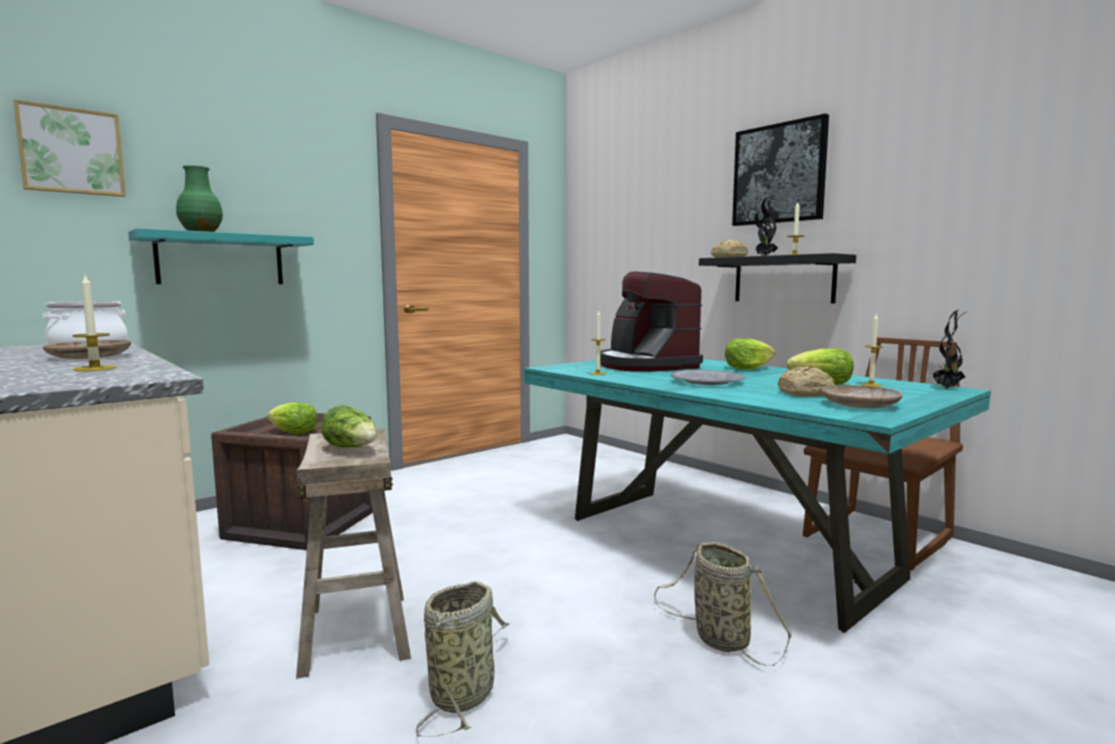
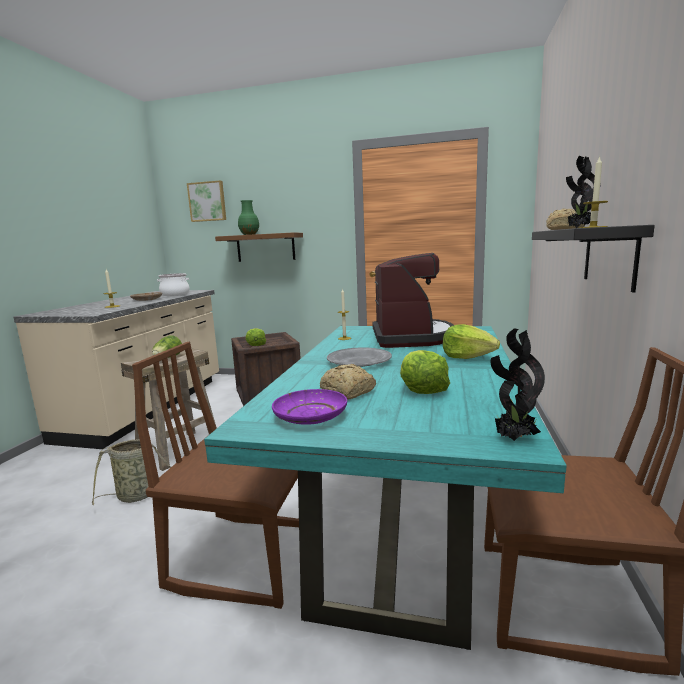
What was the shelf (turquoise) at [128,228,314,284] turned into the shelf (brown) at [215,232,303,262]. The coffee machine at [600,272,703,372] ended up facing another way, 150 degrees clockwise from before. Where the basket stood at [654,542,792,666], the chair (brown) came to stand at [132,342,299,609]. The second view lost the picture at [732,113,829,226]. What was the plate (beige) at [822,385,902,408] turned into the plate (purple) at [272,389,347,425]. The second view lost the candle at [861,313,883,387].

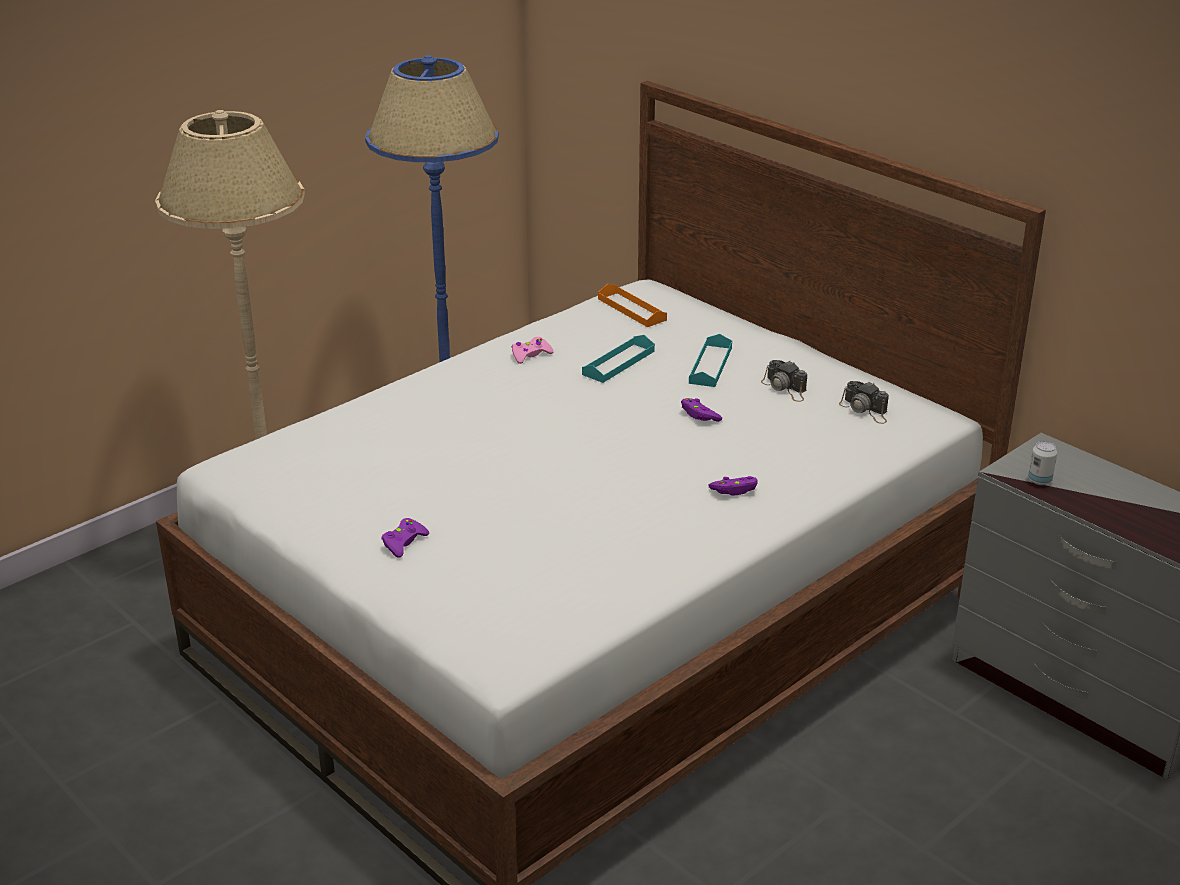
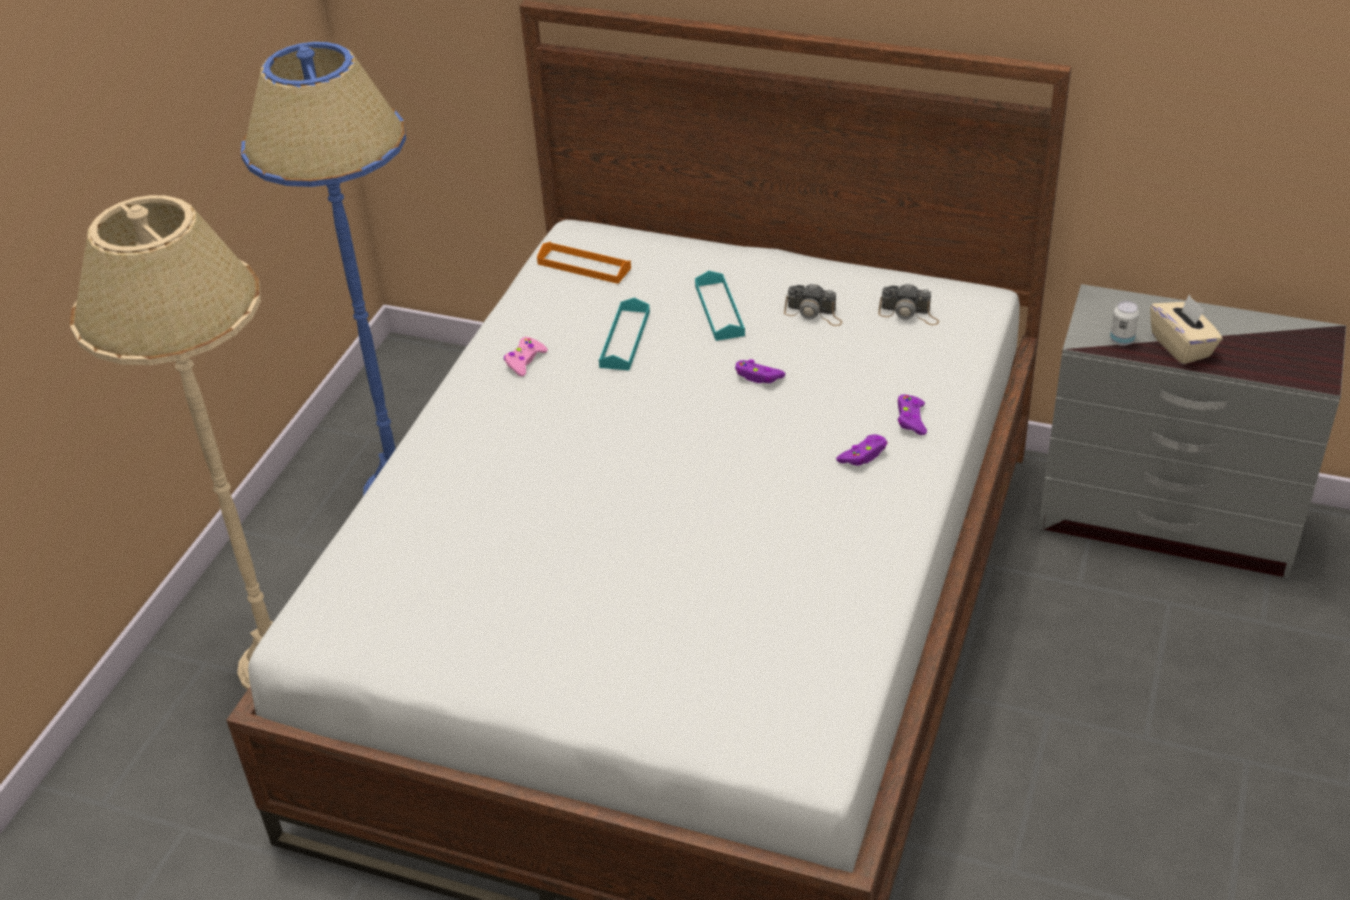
The game controller (purple) ended up elsewhere, having gone from [381,518,429,558] to [897,394,927,435]. The second view gained the tissue box (beige) at [1150,295,1222,364].

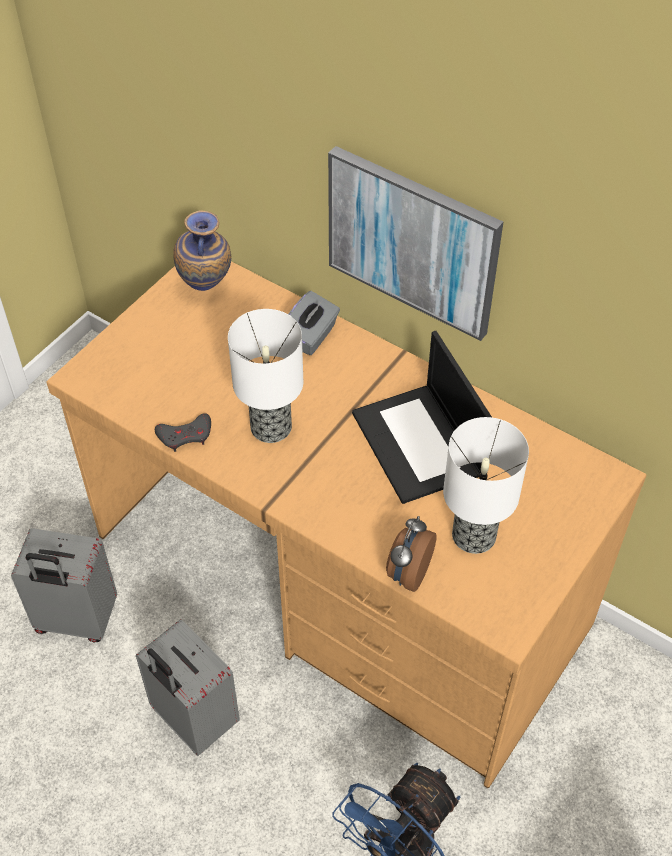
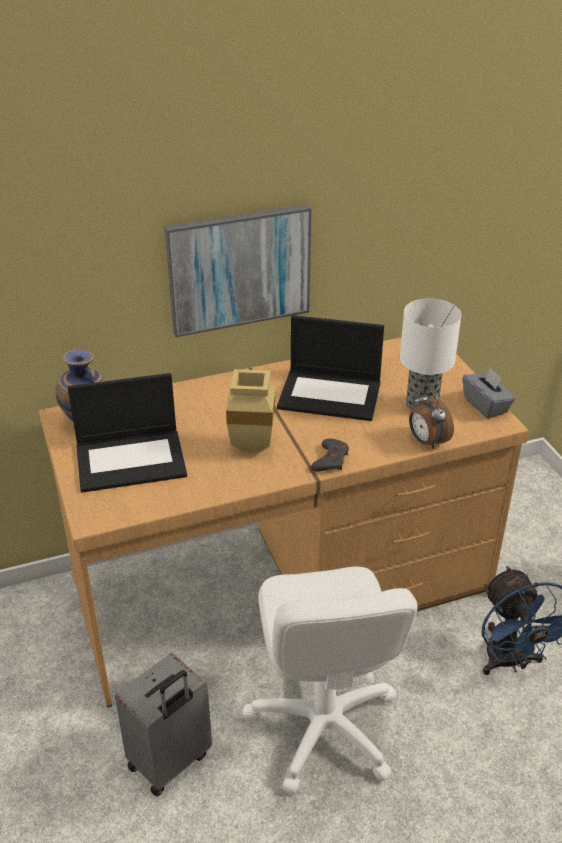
Where the suitcase (grey) stood at [136,619,240,756], the office chair (white) came to stand at [242,567,418,795]. The game controller (grey) ended up elsewhere, having gone from [155,413,211,452] to [311,439,349,472]. Where the table lamp stood at [228,309,303,443], the vase (beige) came to stand at [226,369,276,452]. The tissue box (grey) ended up elsewhere, having gone from [288,291,340,355] to [463,368,515,418]. The second view gained the laptop at [68,373,187,493].

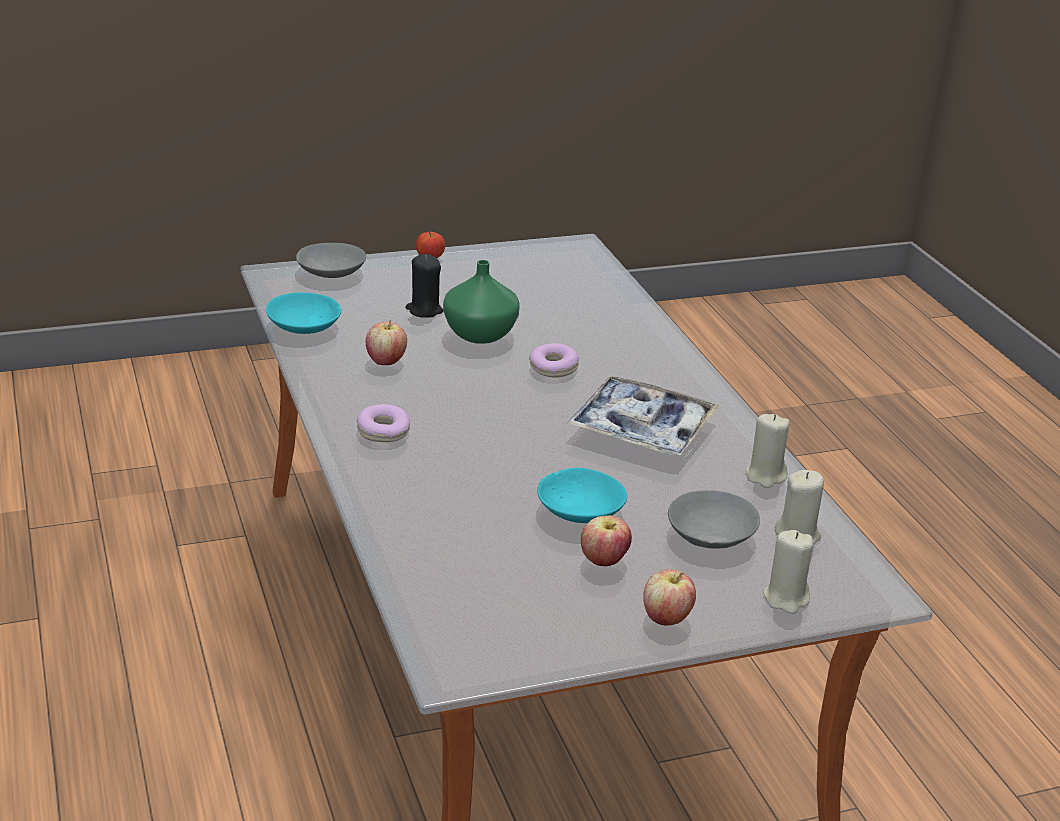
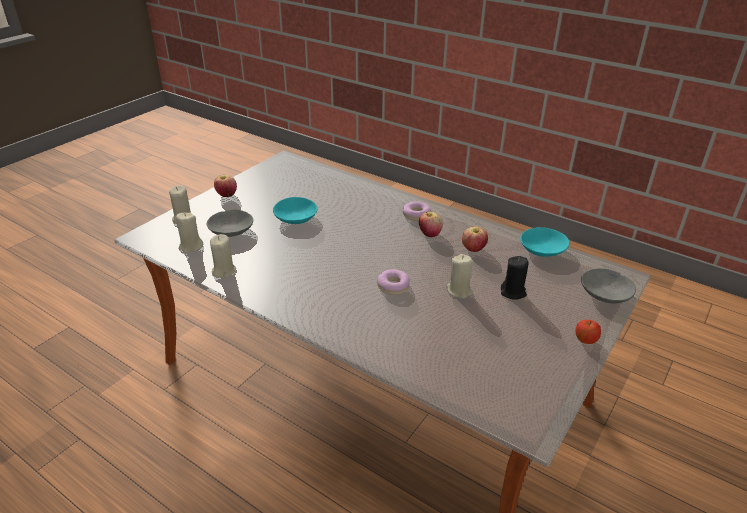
Where the vase (green) stood at [443,260,520,344], the candle (beige) came to stand at [446,254,473,299]. The second view lost the tray at [566,376,719,456]. The apple ended up elsewhere, having gone from [581,516,632,566] to [419,212,443,237].

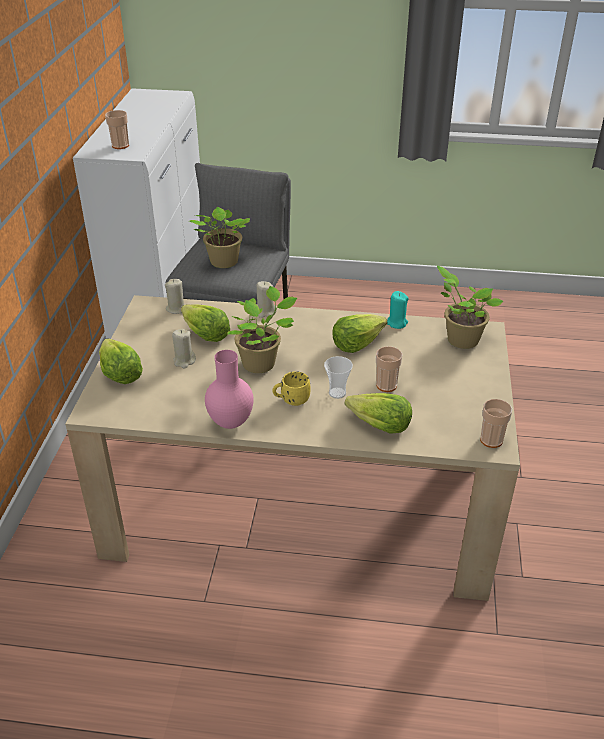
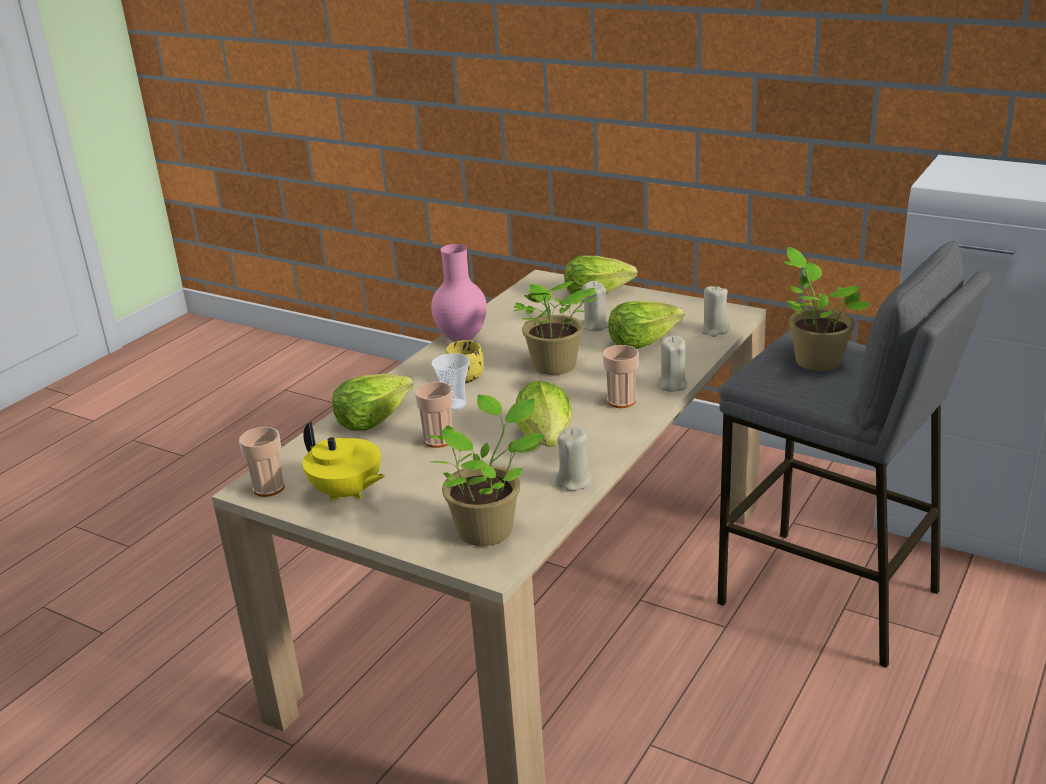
The cup ended up elsewhere, having gone from [105,110,129,149] to [602,345,639,408]. What was the candle (turquoise) at [387,291,409,329] turned into the candle (beige) at [555,427,592,491]. The second view gained the teapot (yellow) at [302,422,385,502].

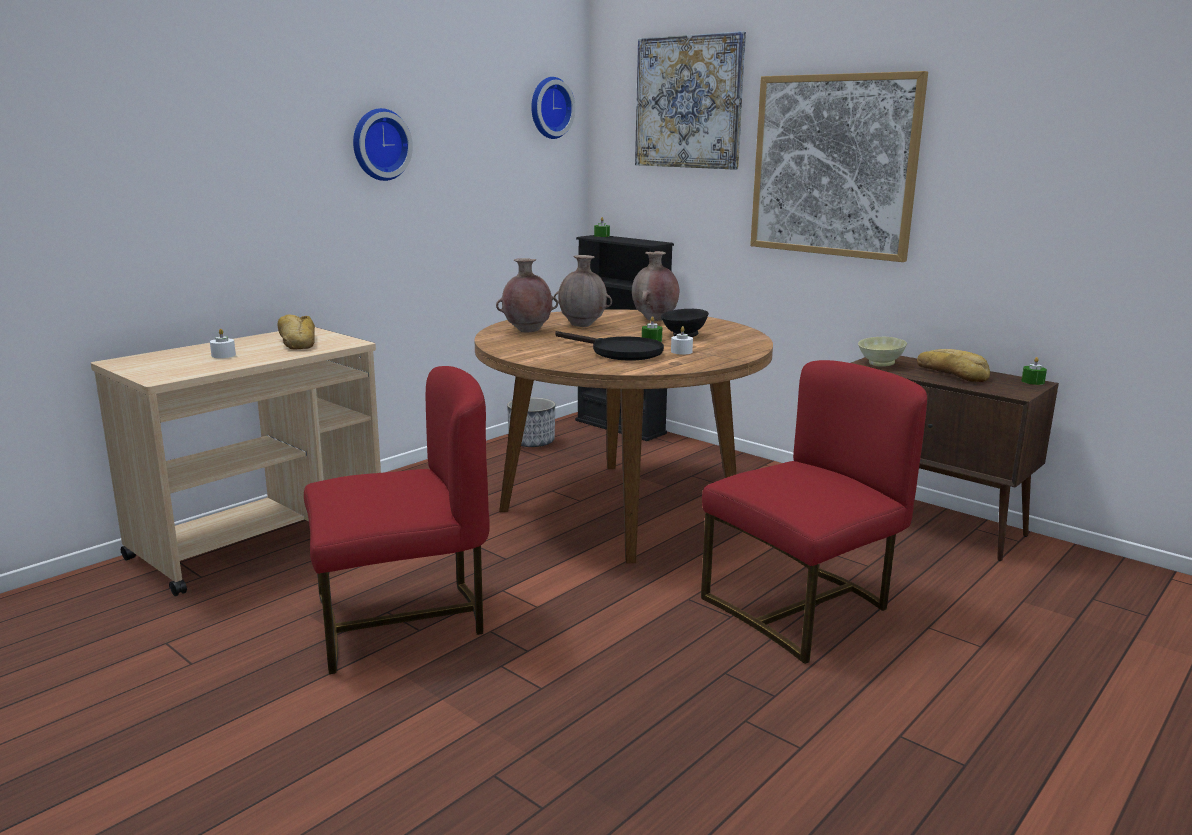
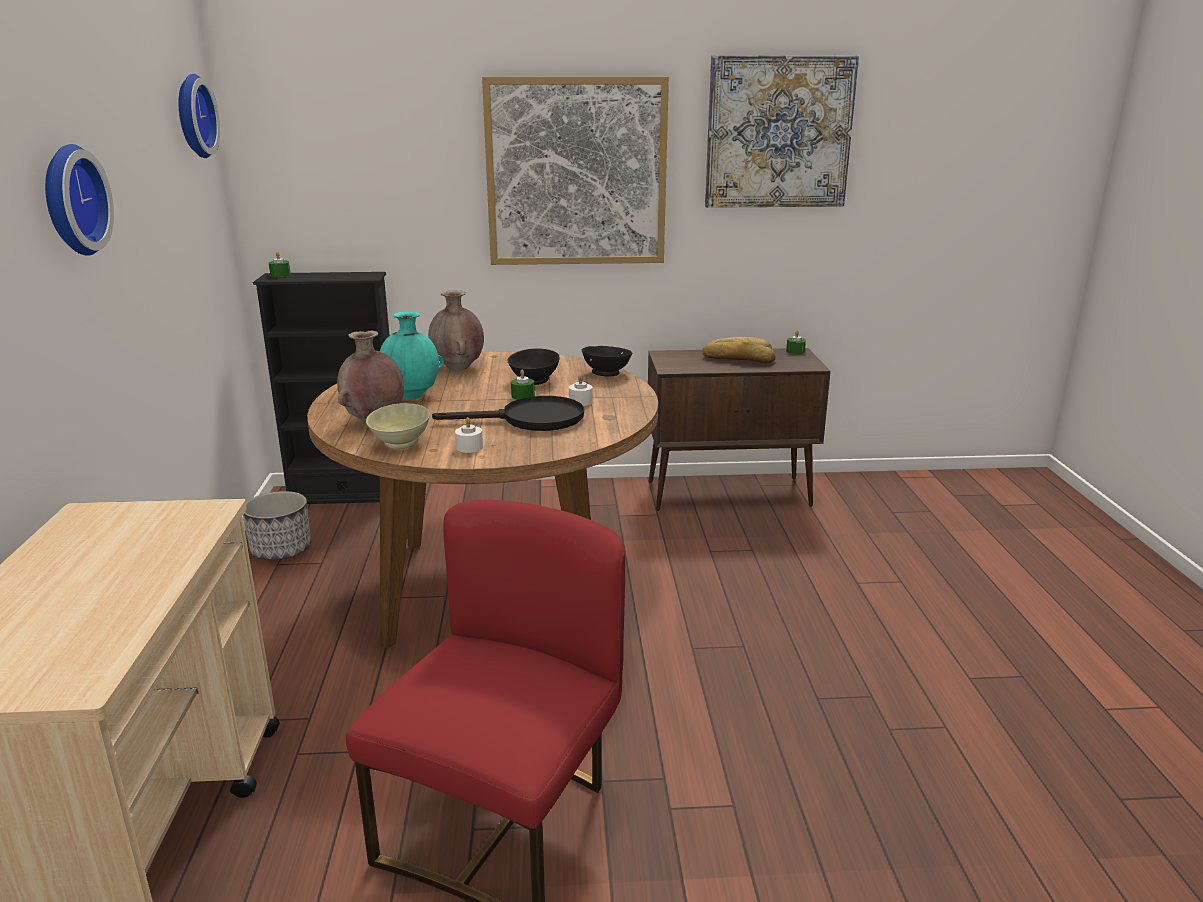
The candle (white) ended up elsewhere, having gone from [210,329,236,358] to [455,417,483,453]. The second view lost the bread at [278,314,315,349]. What was the vase (brown) at [554,255,612,327] turned into the vase (turquoise) at [380,311,444,400]. The picture ended up elsewhere, having gone from [635,31,746,170] to [705,55,859,208]. The second view lost the chair (red) at [701,360,927,664]. The bowl (beige) ended up elsewhere, having gone from [858,337,907,367] to [366,403,430,449]. The second view gained the bowl (black) at [582,346,632,376].

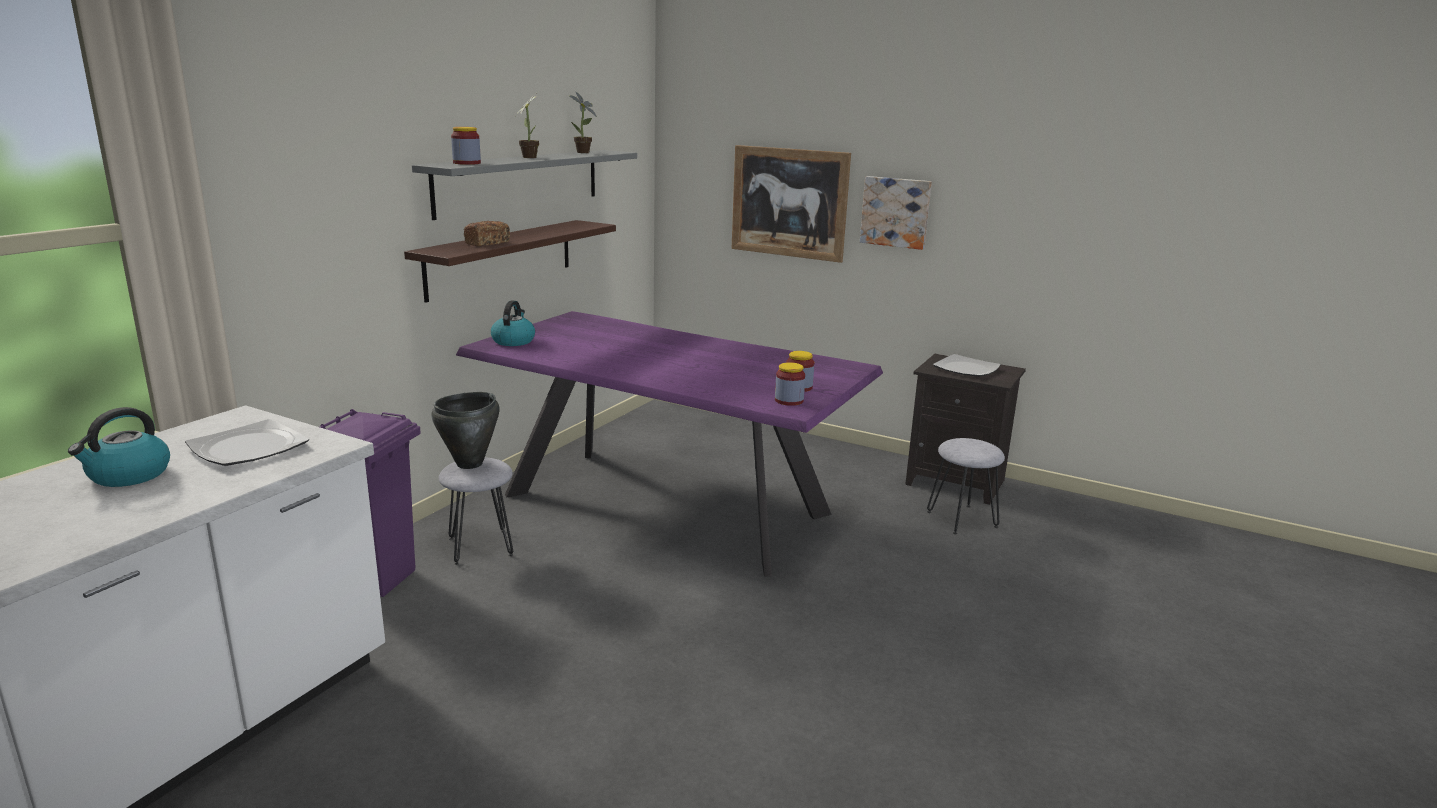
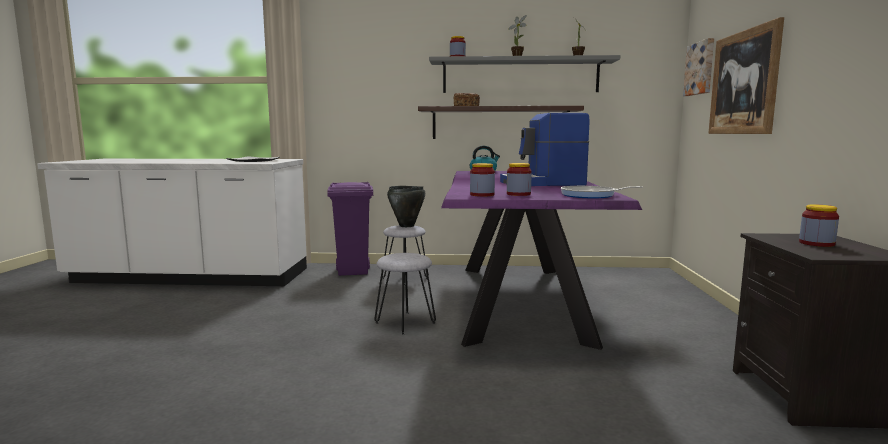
The second view lost the kettle at [68,407,170,487]. The picture ended up elsewhere, having gone from [860,176,932,250] to [683,38,714,96]. The stool (grey) ended up elsewhere, having gone from [927,438,1005,534] to [374,253,436,335]. Where the plate stood at [933,354,1001,377], the jar came to stand at [799,204,839,247]. The second view gained the coffee machine at [500,113,590,186]. The second view gained the frying pan at [561,186,643,198].

